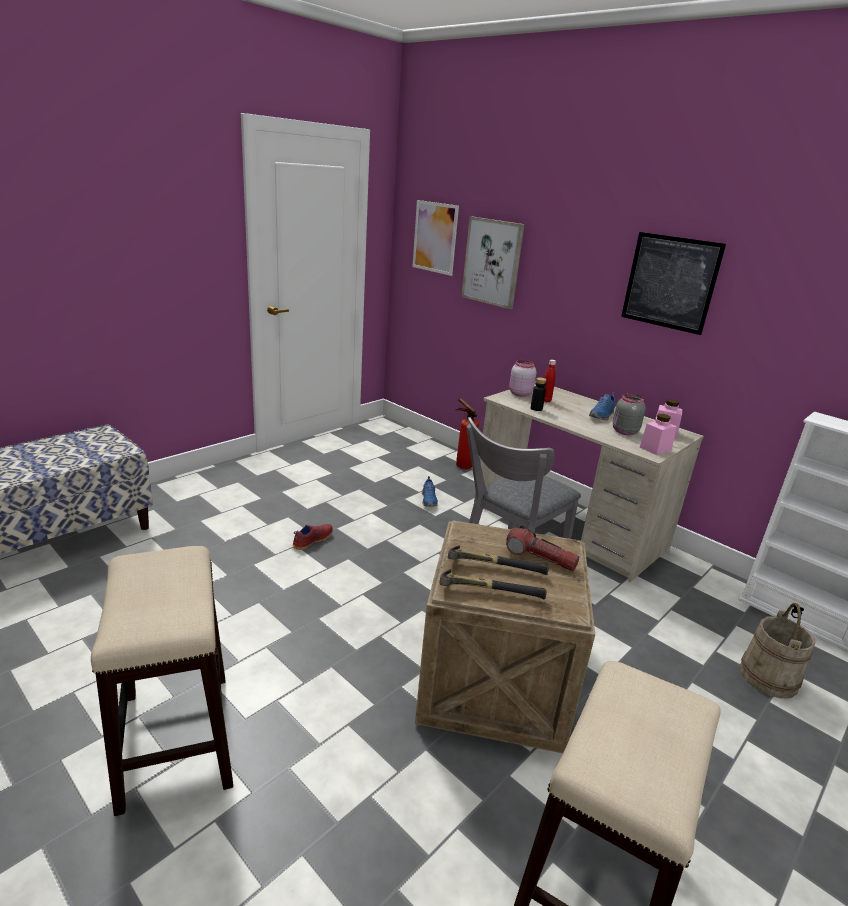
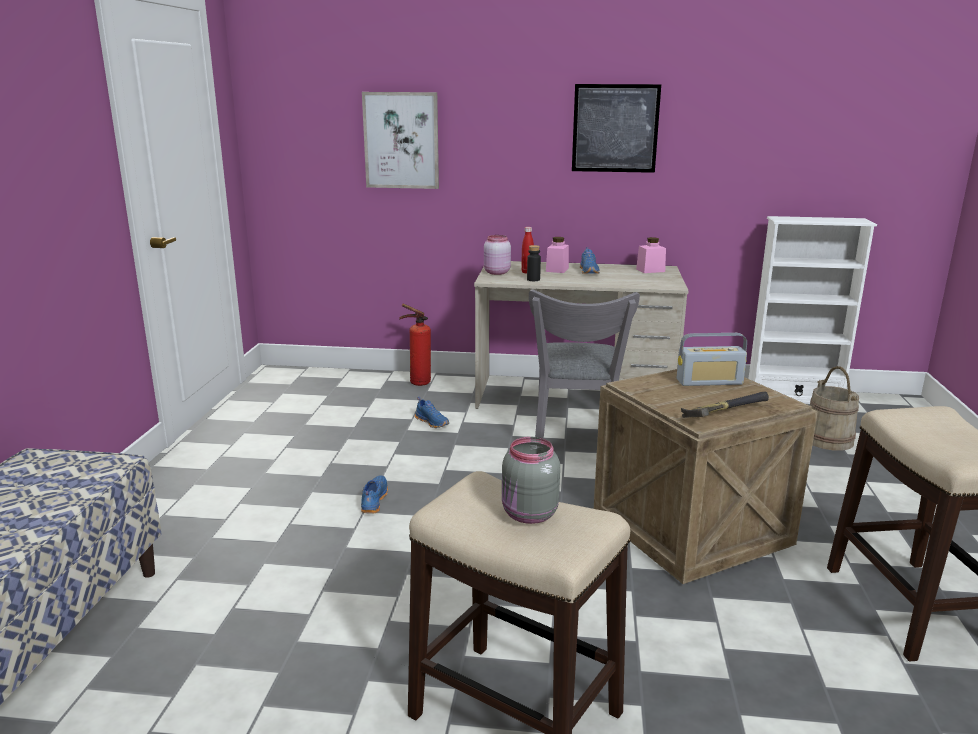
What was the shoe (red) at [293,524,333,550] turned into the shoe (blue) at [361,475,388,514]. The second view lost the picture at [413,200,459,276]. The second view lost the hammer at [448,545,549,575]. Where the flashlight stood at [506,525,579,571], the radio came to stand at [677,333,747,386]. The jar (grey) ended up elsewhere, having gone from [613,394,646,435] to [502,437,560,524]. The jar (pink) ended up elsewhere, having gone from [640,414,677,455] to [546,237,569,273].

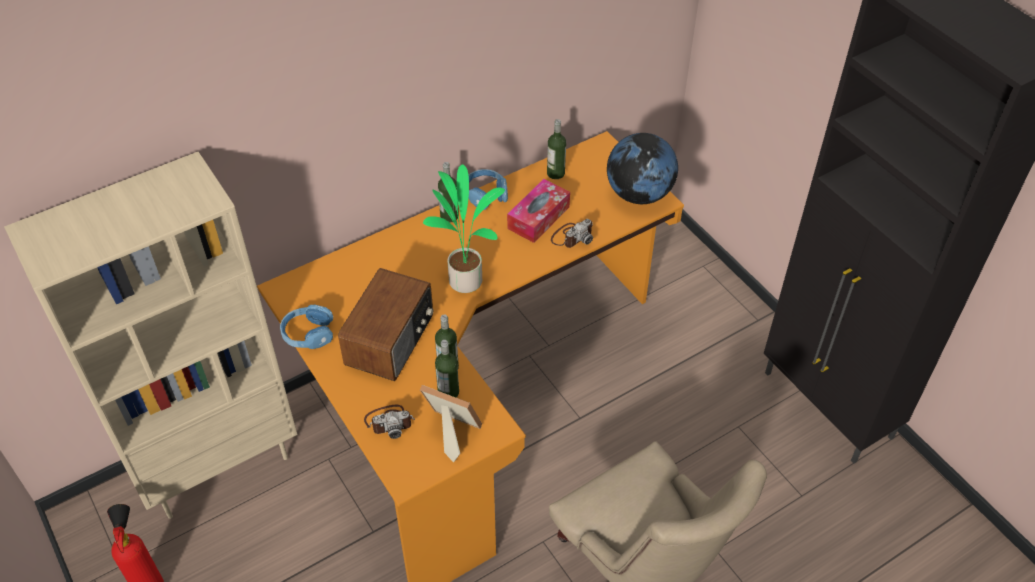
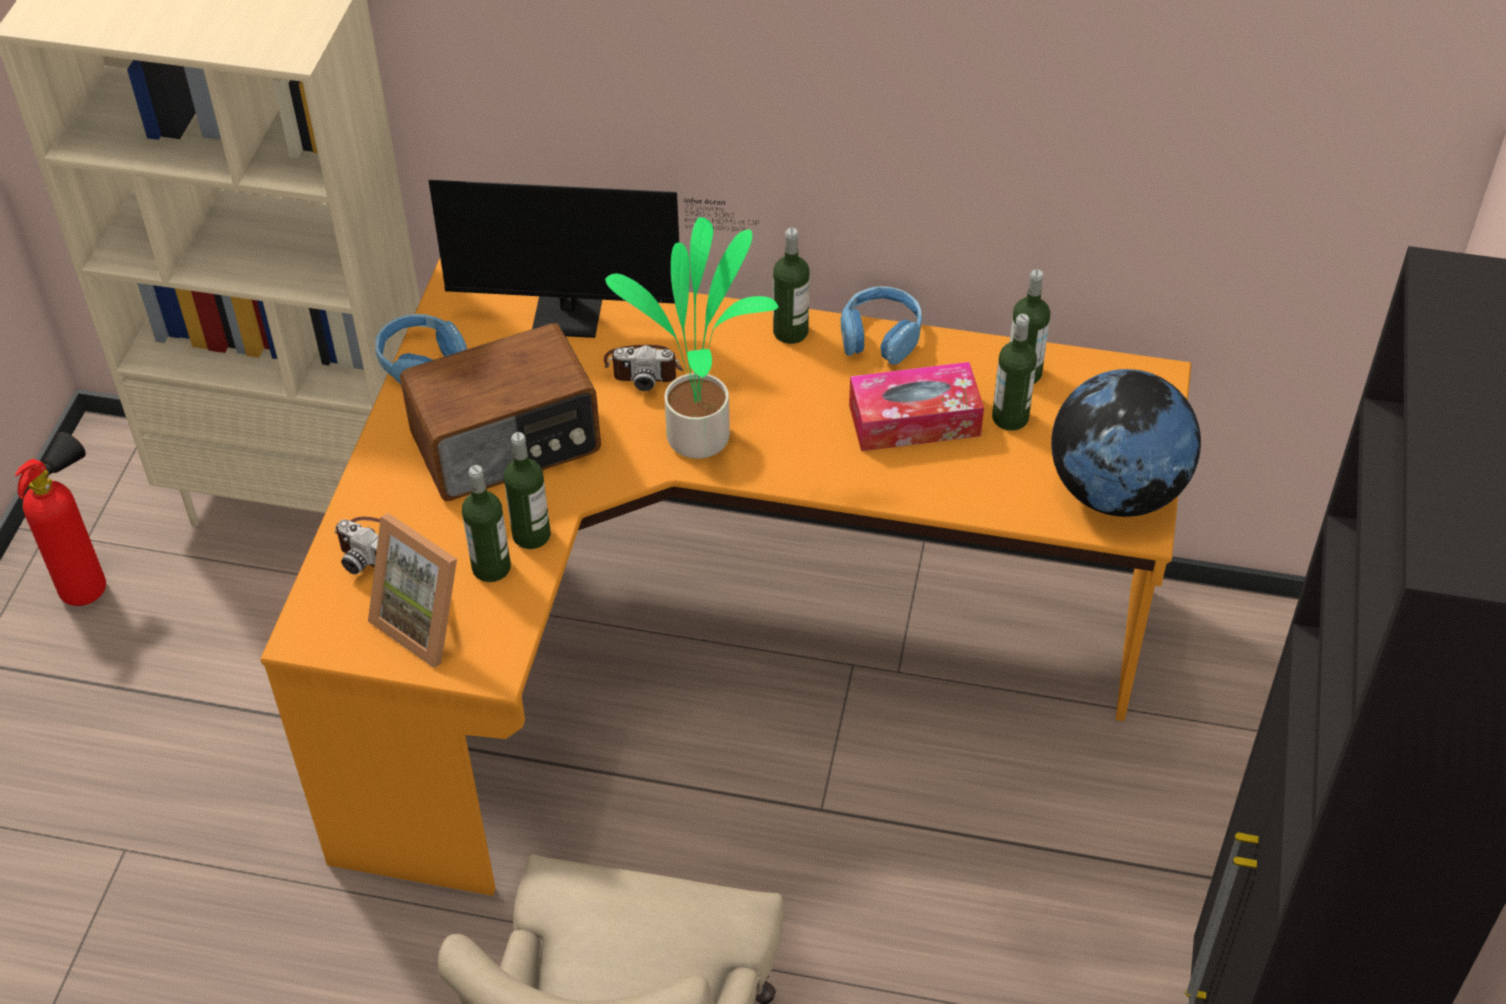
The picture frame at [420,385,482,462] ended up facing another way, 150 degrees clockwise from before. The photo camera ended up elsewhere, having gone from [551,219,593,248] to [604,345,683,391]. The second view gained the monitor at [429,180,756,338]. The second view gained the bottle at [992,314,1037,431].

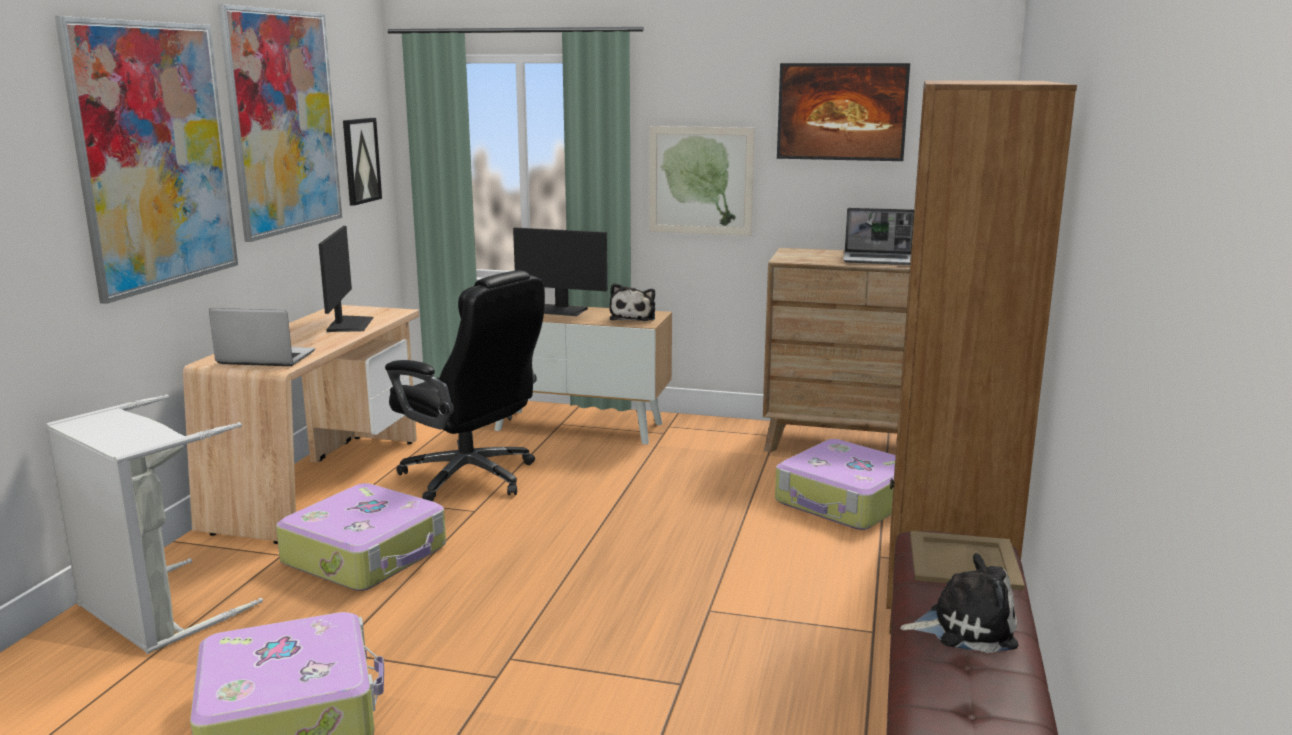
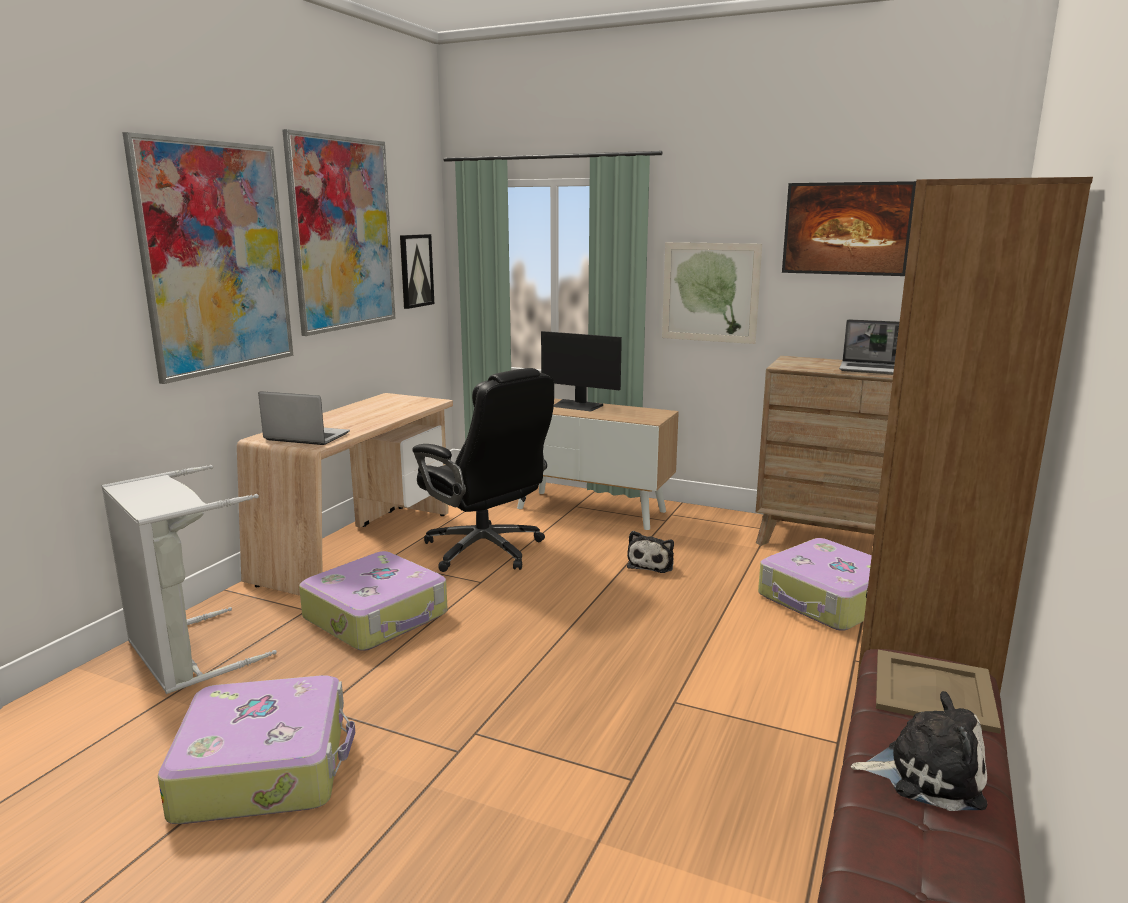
The second view lost the monitor at [319,226,374,332]. The plush toy ended up elsewhere, having gone from [609,283,655,321] to [627,531,674,573].

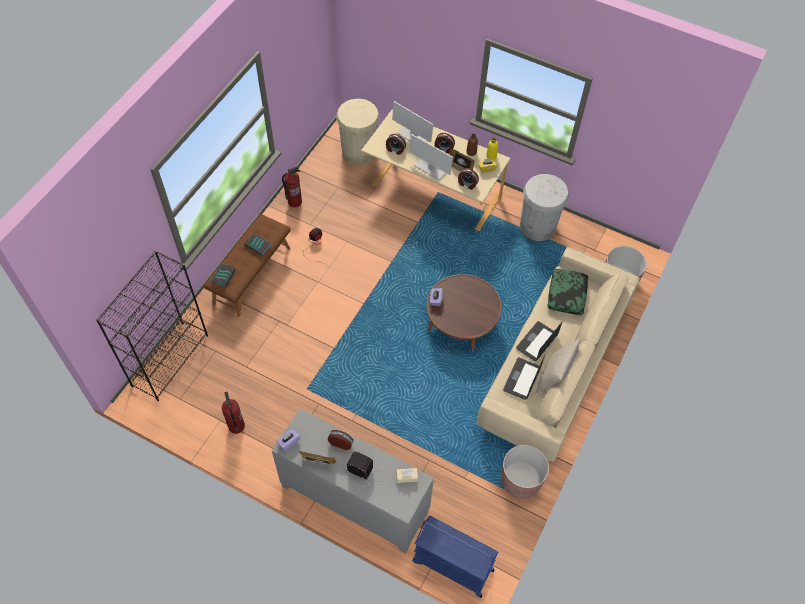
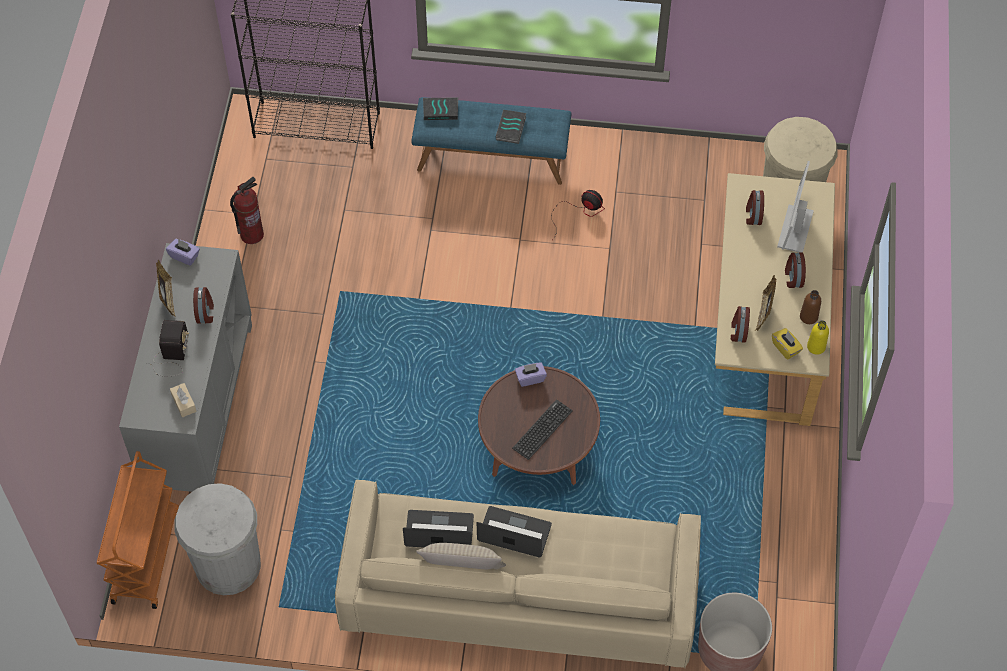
What was the bench (brown) at [204,214,291,317] turned into the bench (blue) at [411,97,571,185]. The second view lost the fire extinguisher at [282,166,302,208]. The second view lost the monitor at [409,134,453,180]. What was the cart (blue) at [412,516,498,598] turned into the cart (orange) at [97,451,179,609]. The second view lost the planter (brown) at [501,445,549,499]. The trash can (white) ended up elsewhere, having gone from [520,174,569,241] to [174,483,261,595]. The second view lost the pillow at [547,269,588,315]. The second view gained the keyboard at [512,400,572,460].

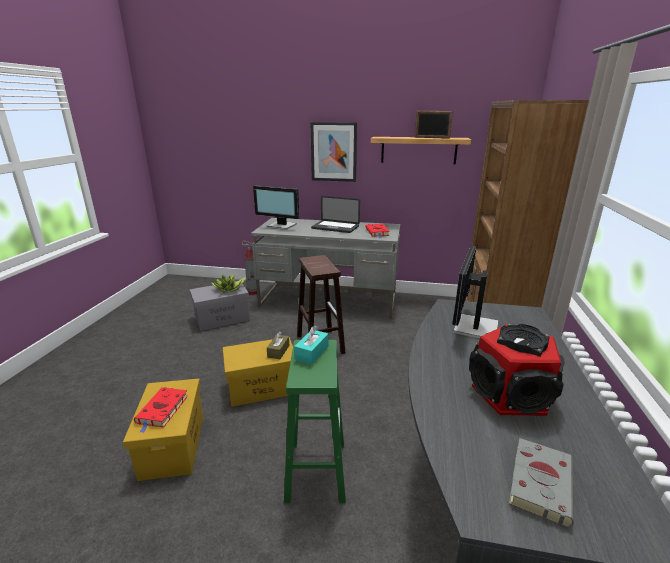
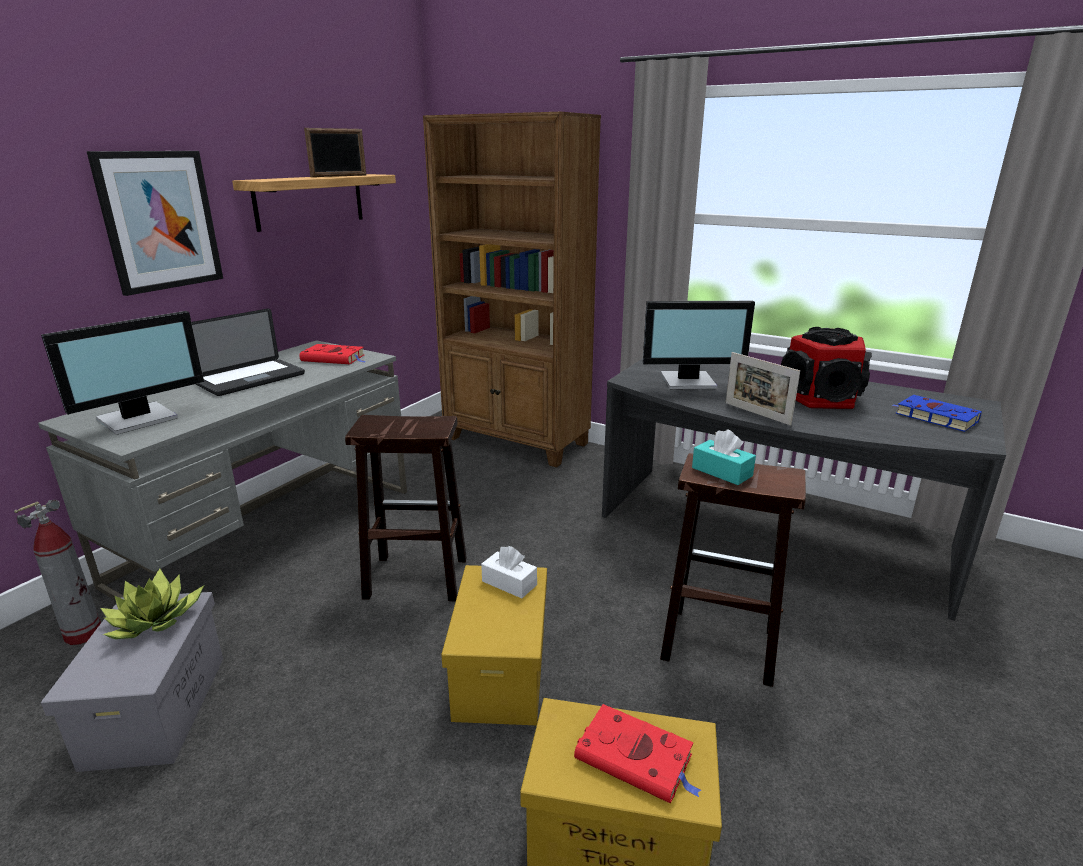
What was the tissue box (brown) at [267,332,289,359] turned into the tissue box (white) at [481,546,537,598]. What was the stool (green) at [284,340,346,503] turned into the stool (brown) at [660,453,806,687]. The monitor at [452,246,499,338] ended up facing another way, 45 degrees counterclockwise from before. What was the book (grey) at [509,438,574,528] turned into the book (blue) at [891,395,982,432]. The second view gained the picture frame at [726,352,800,426].

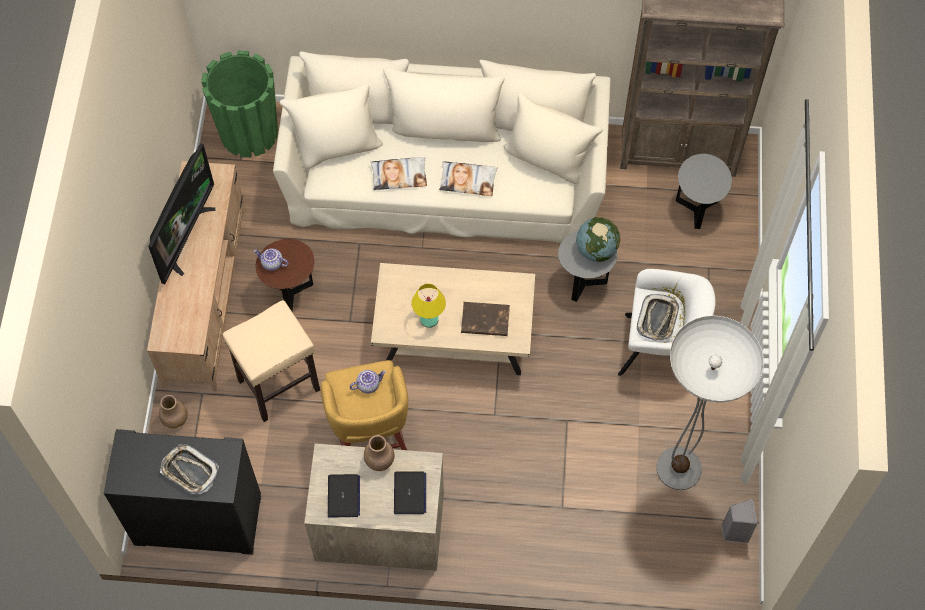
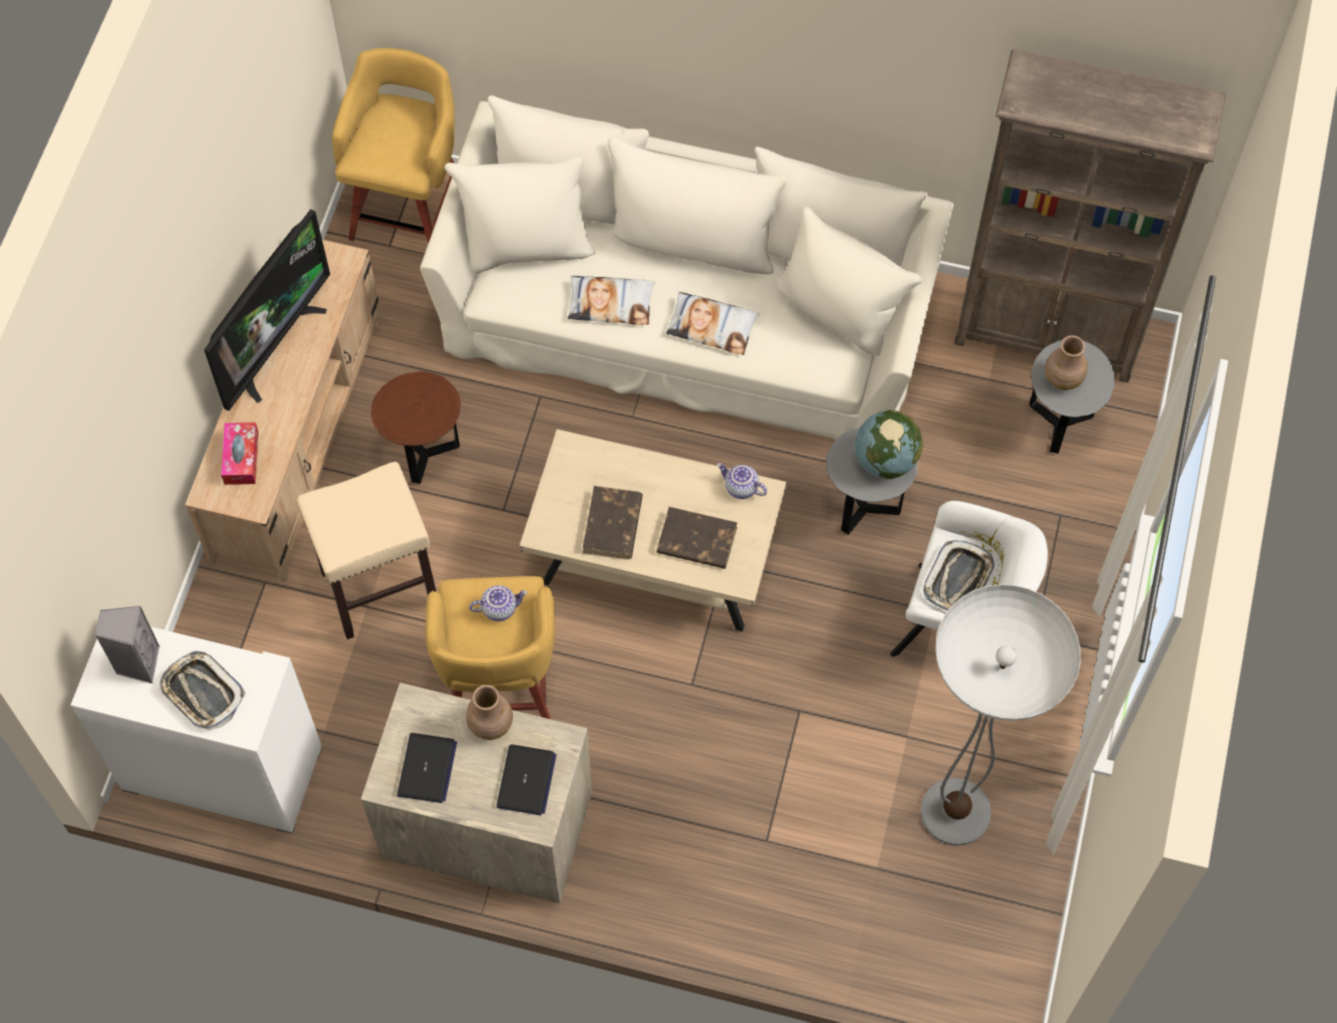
What was the cabinet (black) at [104,429,261,555] turned into the cabinet (white) at [71,627,322,834]. The vase (brown) ended up elsewhere, having gone from [159,395,188,428] to [1045,335,1088,390]. Where the planter (green) stood at [201,50,278,158], the stool (yellow) came to stand at [332,48,455,243]. The teapot ended up elsewhere, having gone from [254,248,289,271] to [717,463,767,499]. Where the table lamp (yellow) stood at [412,284,446,328], the book (brown) came to stand at [583,486,643,559]. The speaker (grey) ended up elsewhere, having gone from [721,499,758,543] to [95,606,160,684]. The second view gained the tissue box at [221,422,259,485].

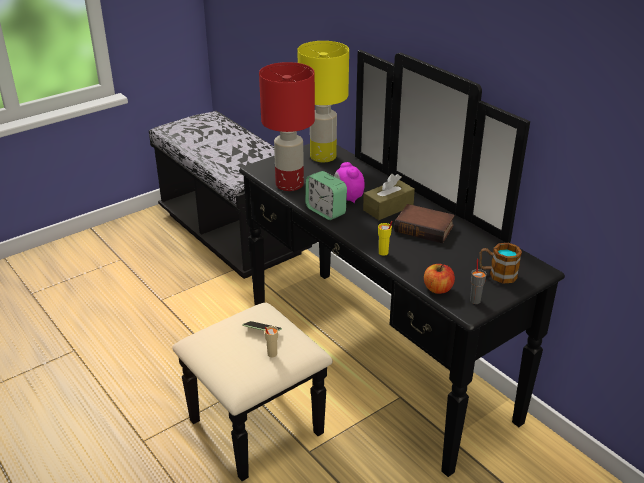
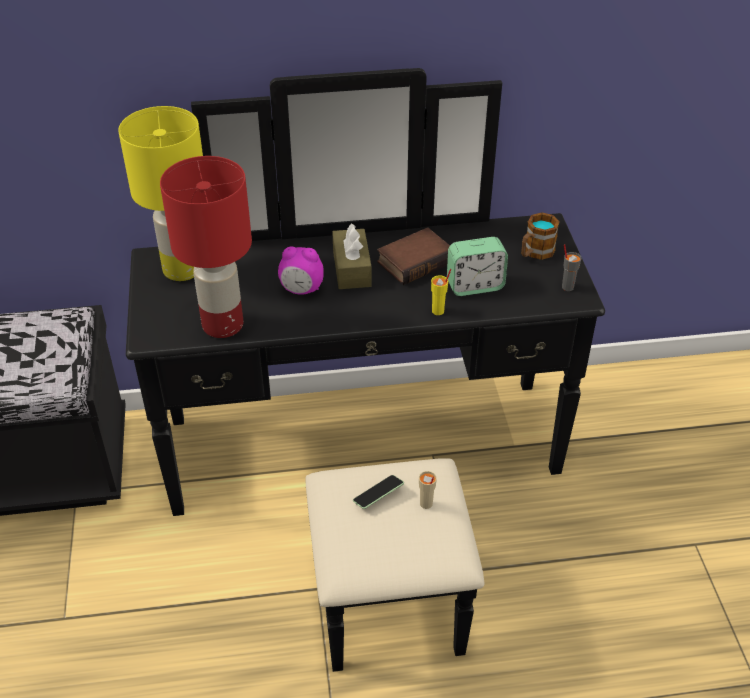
The alarm clock ended up elsewhere, having gone from [305,171,347,220] to [447,237,508,296]. The second view lost the apple at [424,264,455,294].

